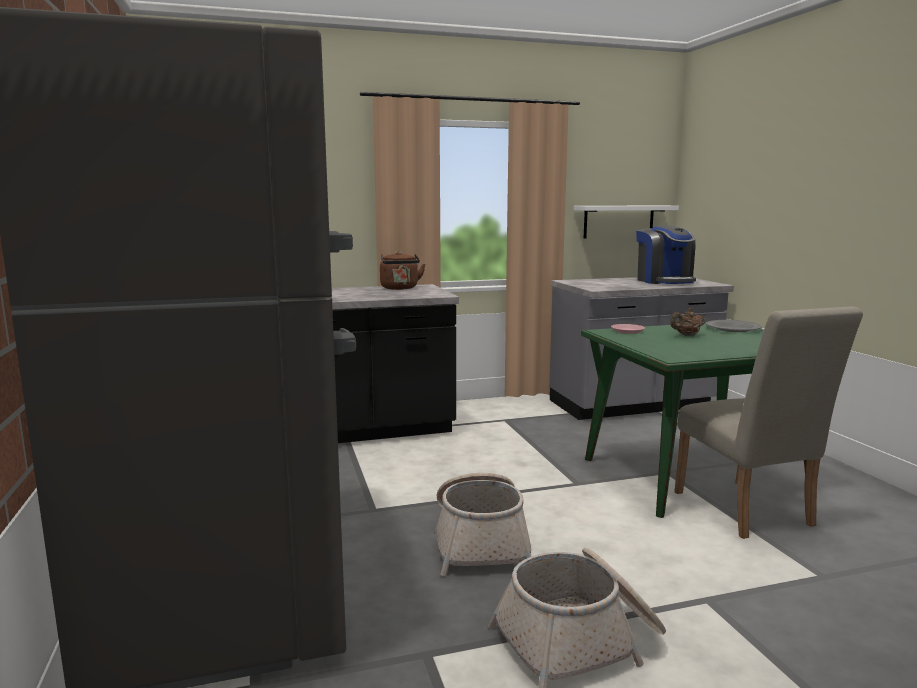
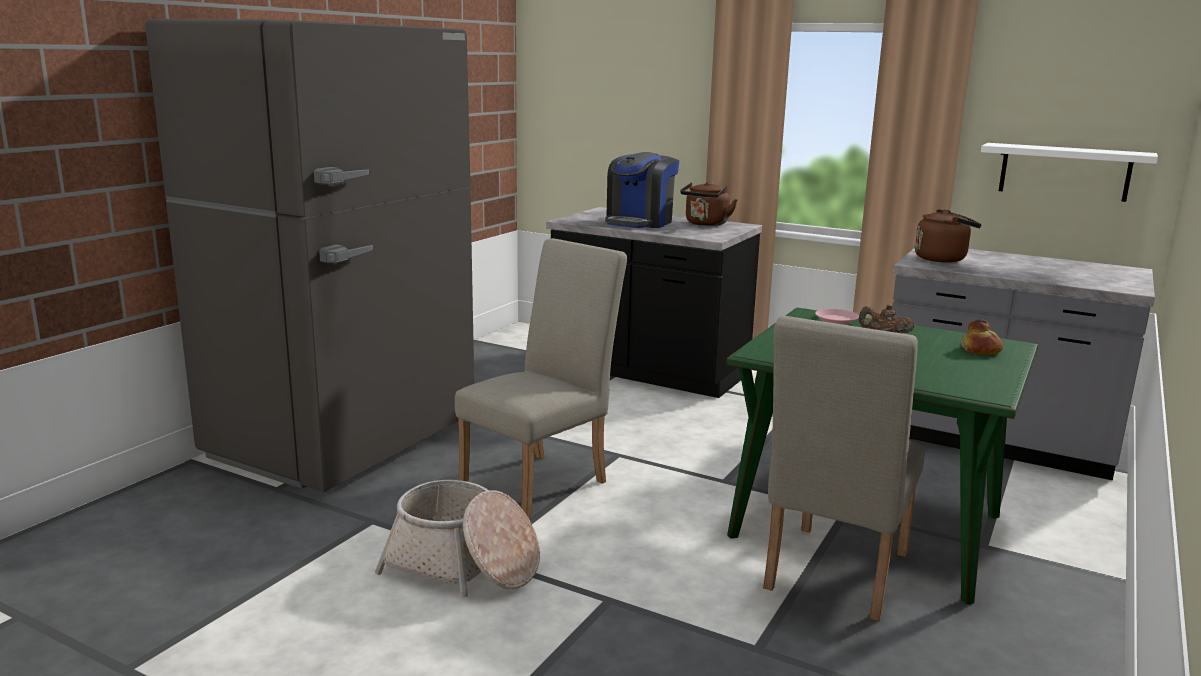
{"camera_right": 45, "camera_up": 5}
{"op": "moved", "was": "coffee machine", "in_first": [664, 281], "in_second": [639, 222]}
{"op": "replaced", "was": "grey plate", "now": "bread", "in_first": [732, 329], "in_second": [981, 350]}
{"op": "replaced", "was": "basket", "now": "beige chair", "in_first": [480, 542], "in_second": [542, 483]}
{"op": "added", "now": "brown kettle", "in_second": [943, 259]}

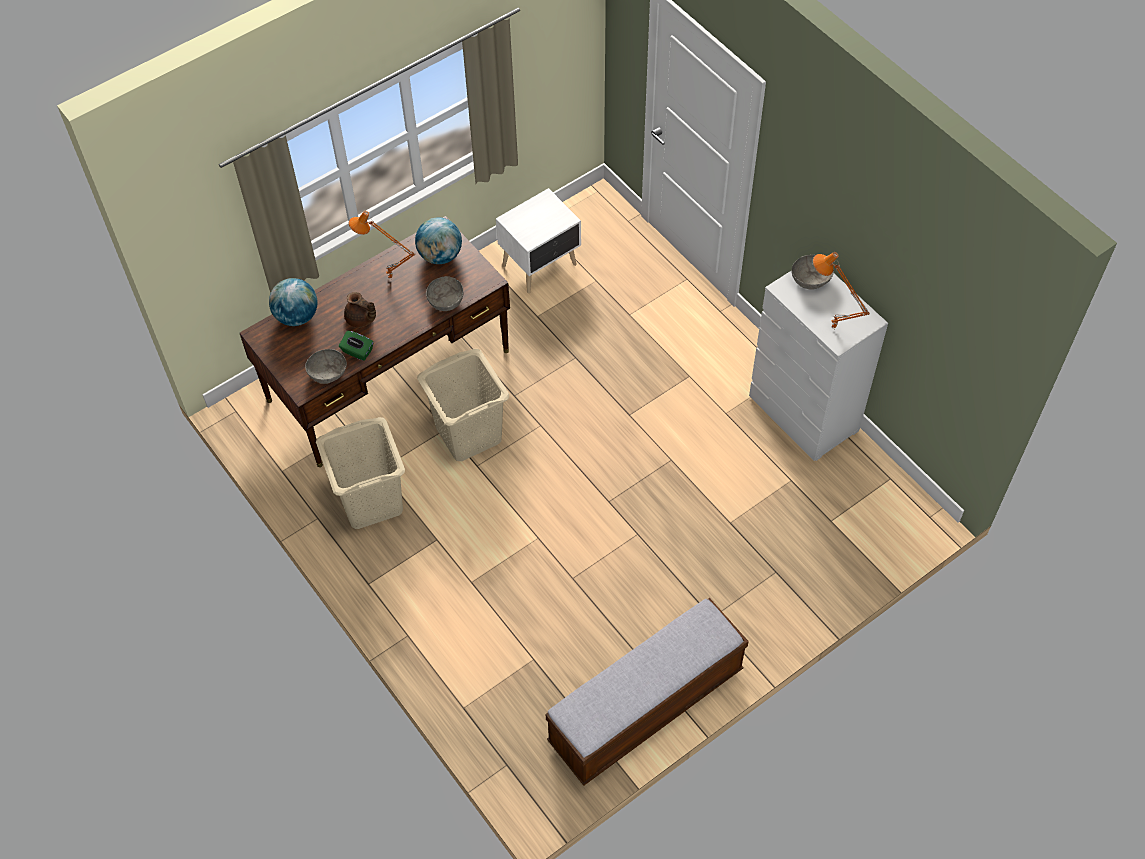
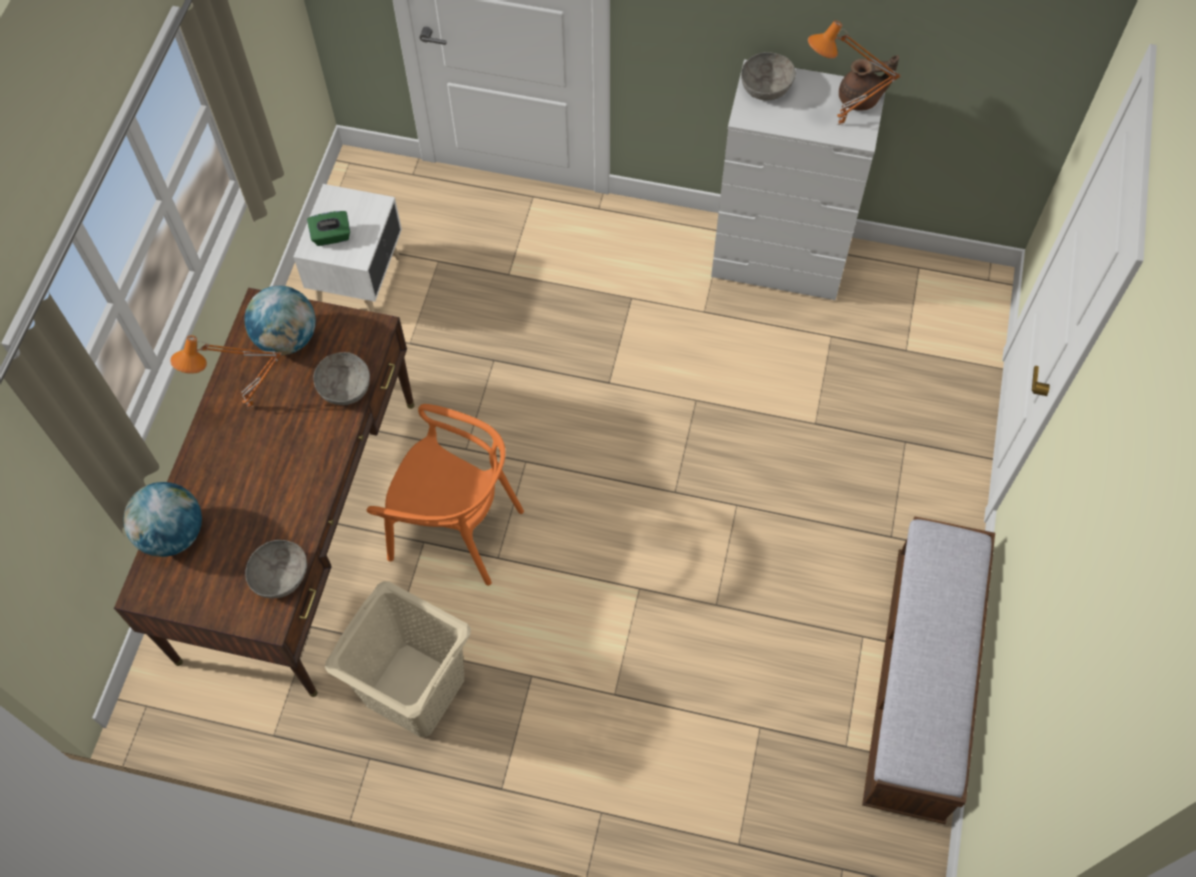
{"camera_right": -40, "camera_up": 5}
{"op": "moved", "was": "brown teapot", "in_first": [361, 319], "in_second": [861, 99]}
{"op": "moved", "was": "green tissue box", "in_first": [357, 352], "in_second": [331, 236]}
{"op": "replaced", "was": "beige laundry basket", "now": "orange chair", "in_first": [468, 434], "in_second": [456, 529]}

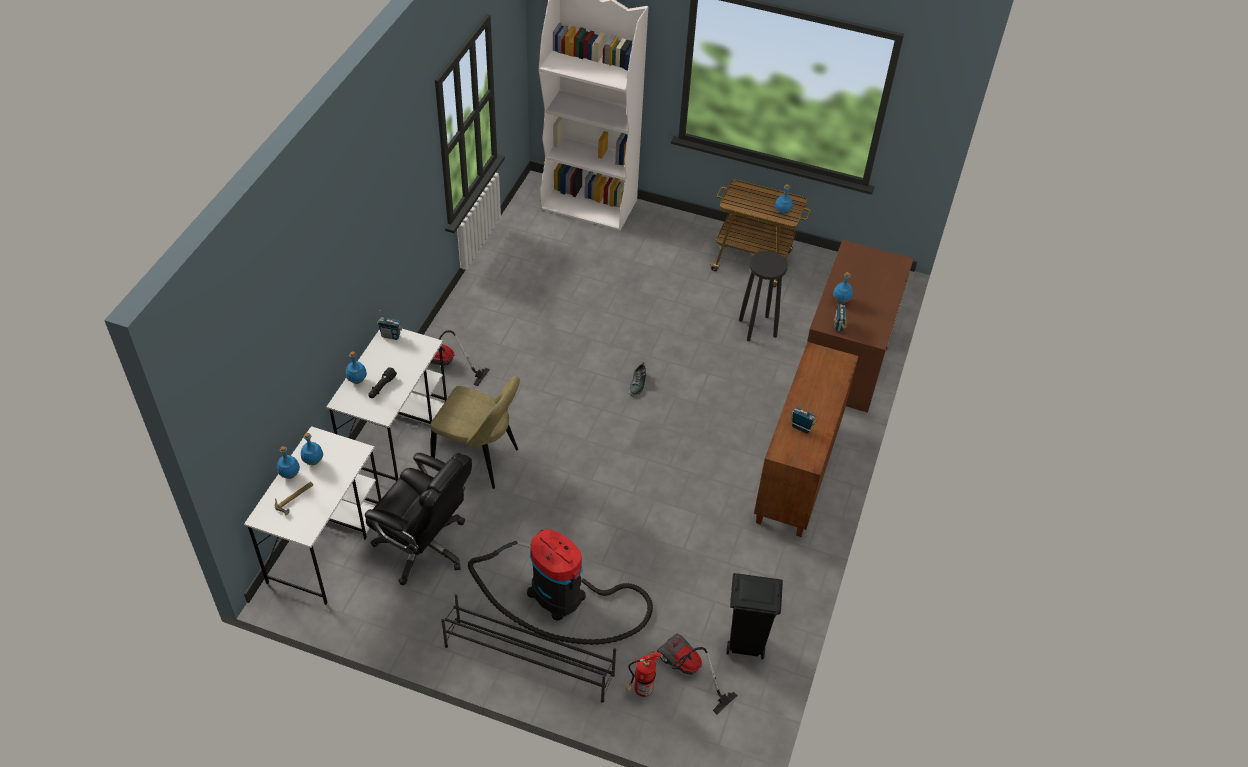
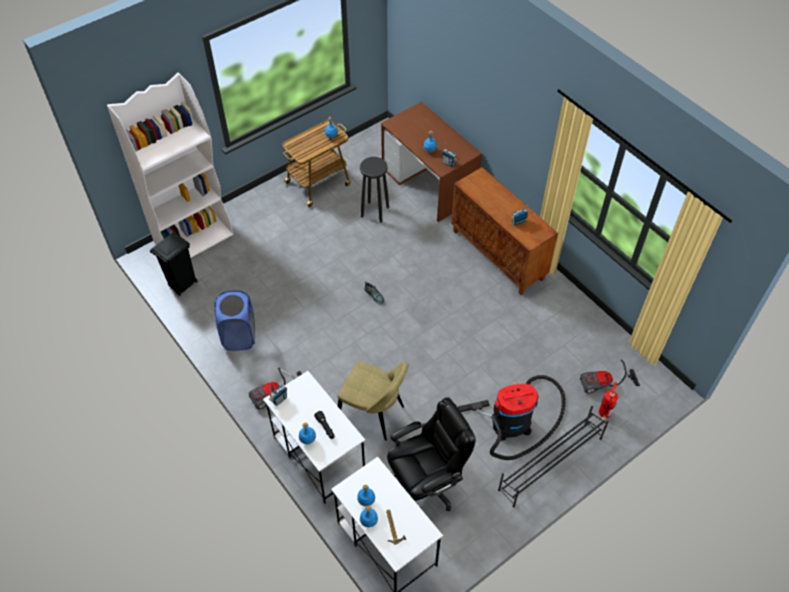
{"camera_right": -55, "camera_up": 5}
{"op": "turned", "was": "beige chair", "in_first": [479, 459], "in_second": [374, 414], "clockwise": 60}
{"op": "moved", "was": "black trash can", "in_first": [744, 644], "in_second": [182, 285]}
{"op": "added", "now": "blue laundry basket", "in_second": [239, 336]}

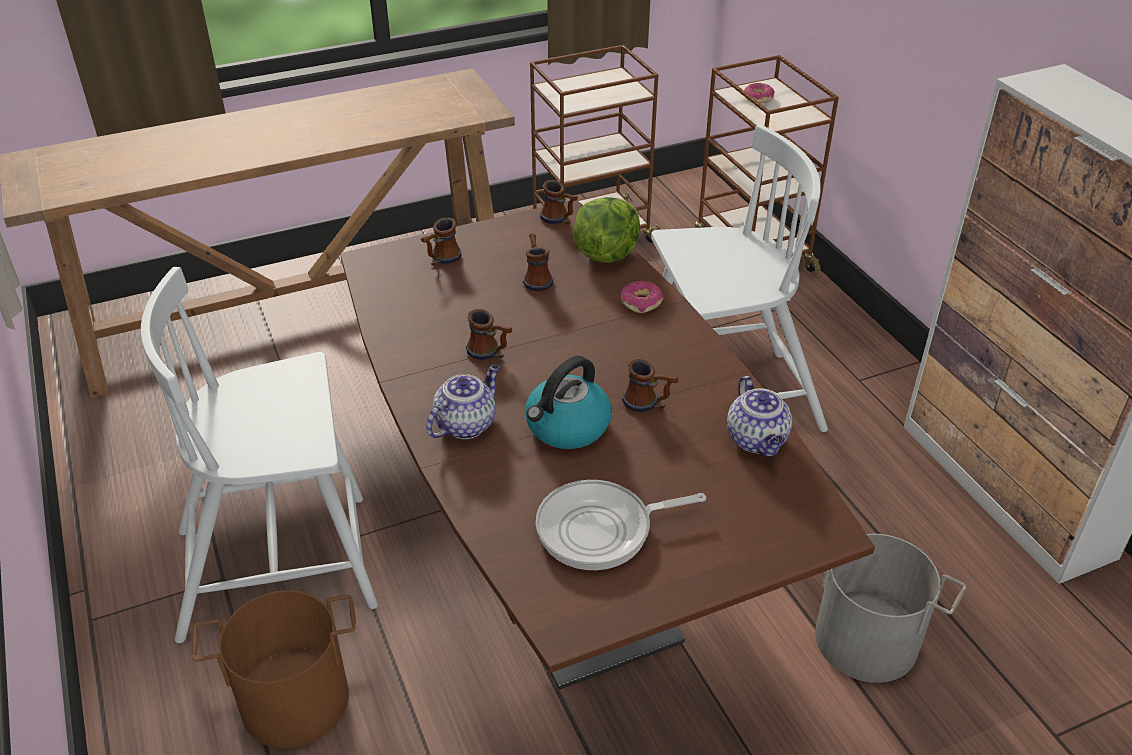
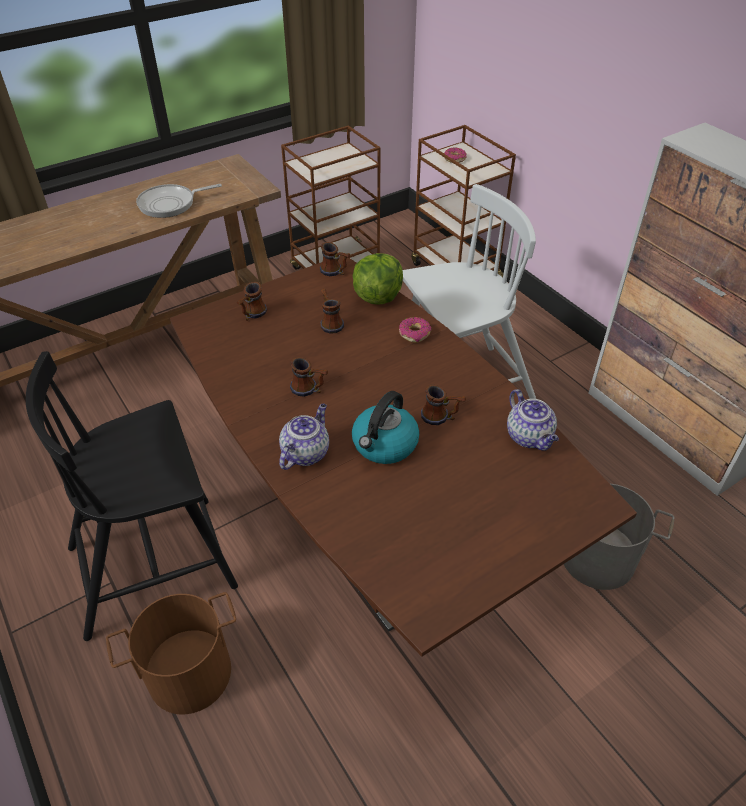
{"camera_right": -10, "camera_up": 5}
{"op": "recoloured", "was": "white chair", "now": "black chair", "in_first": [280, 565], "in_second": [155, 564]}
{"op": "moved", "was": "frying pan", "in_first": [601, 530], "in_second": [170, 204]}

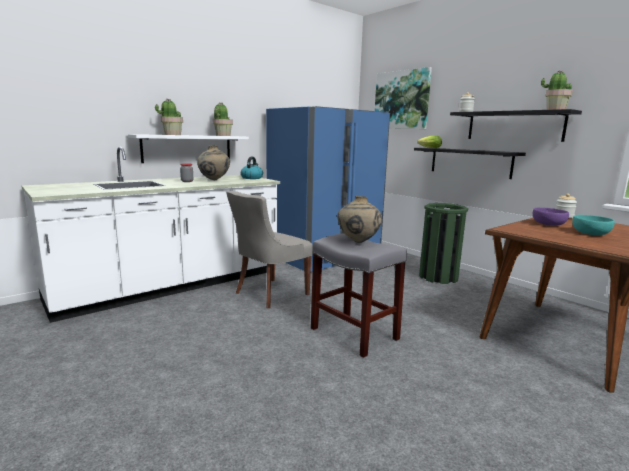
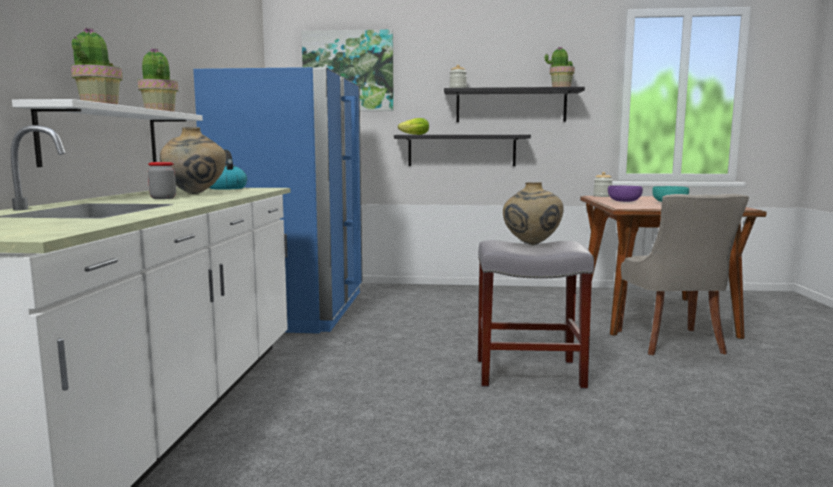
{"camera_right": -45, "camera_up": -5}
{"op": "moved", "was": "grey chair", "in_first": [269, 294], "in_second": [671, 342]}
{"op": "removed", "was": "green trash can", "in_first": [438, 277]}

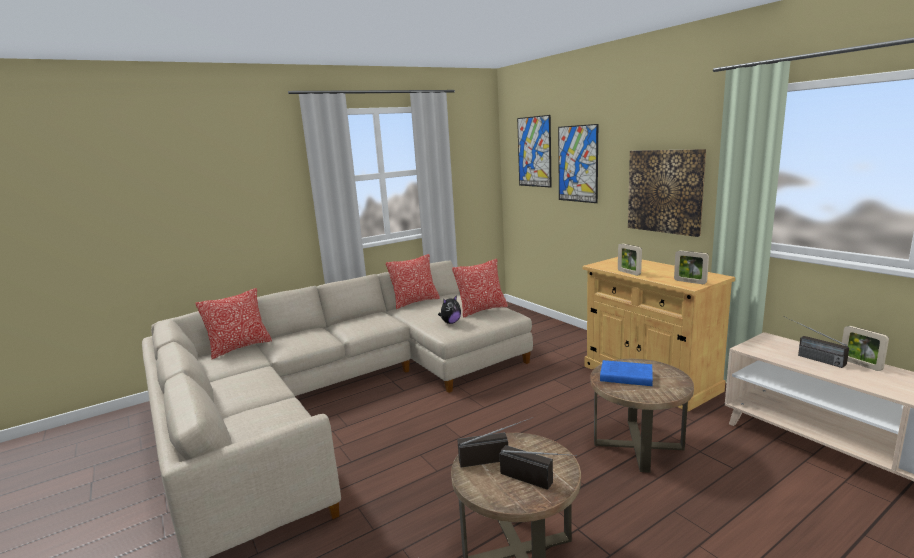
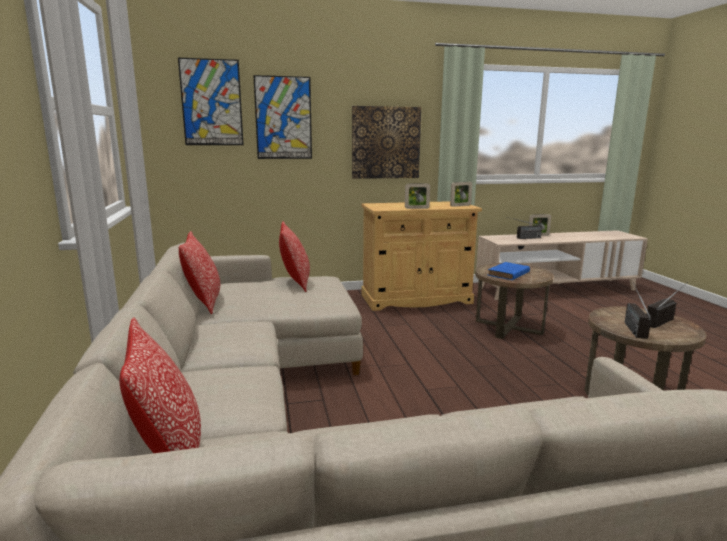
{"camera_right": -70, "camera_up": 0}
{"op": "removed", "was": "plush toy", "in_first": [450, 322]}

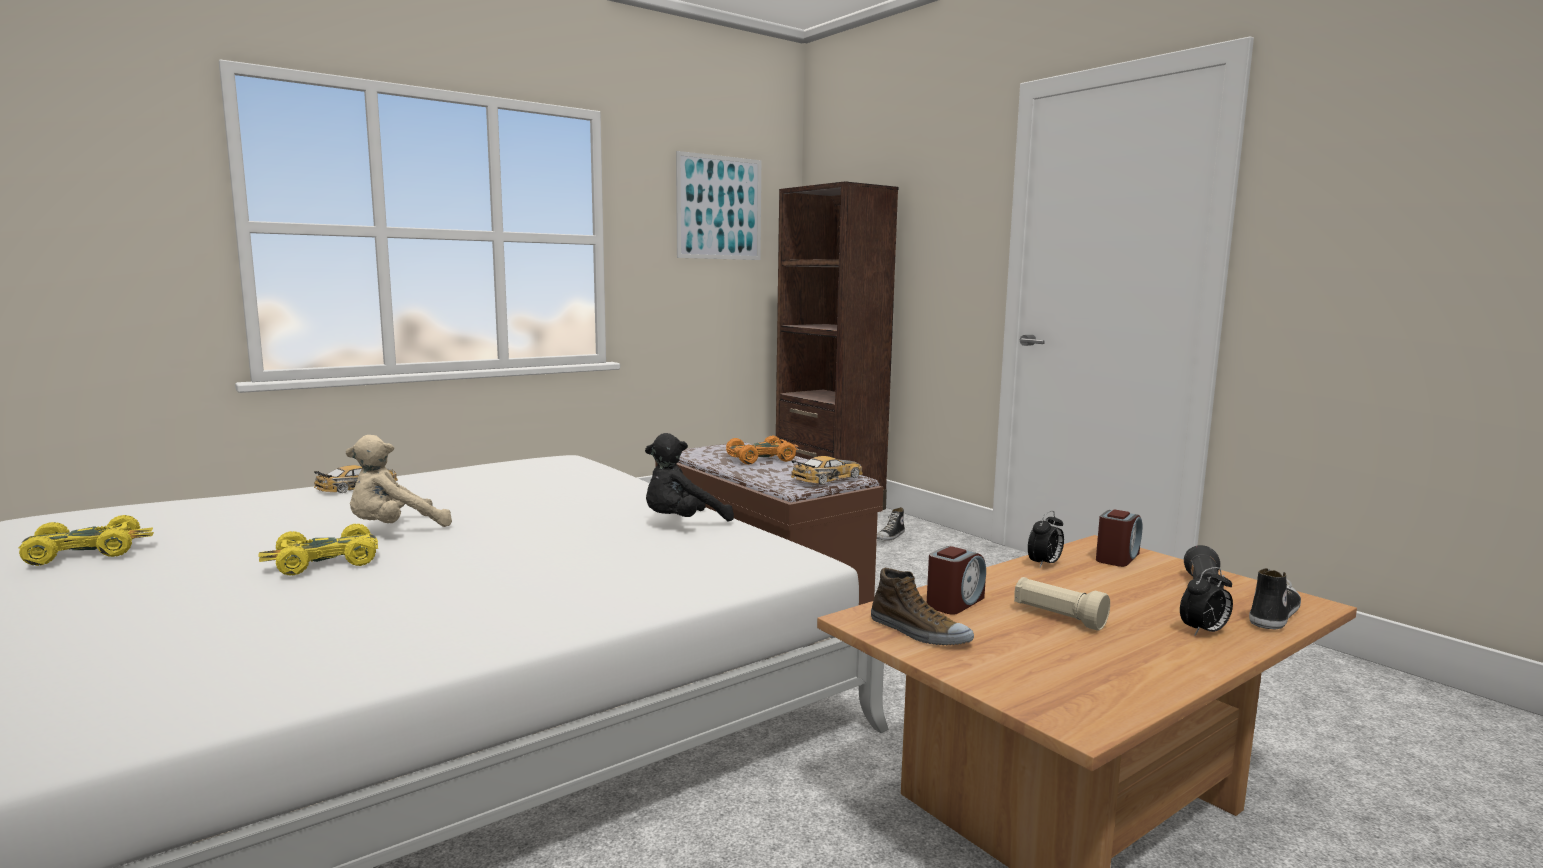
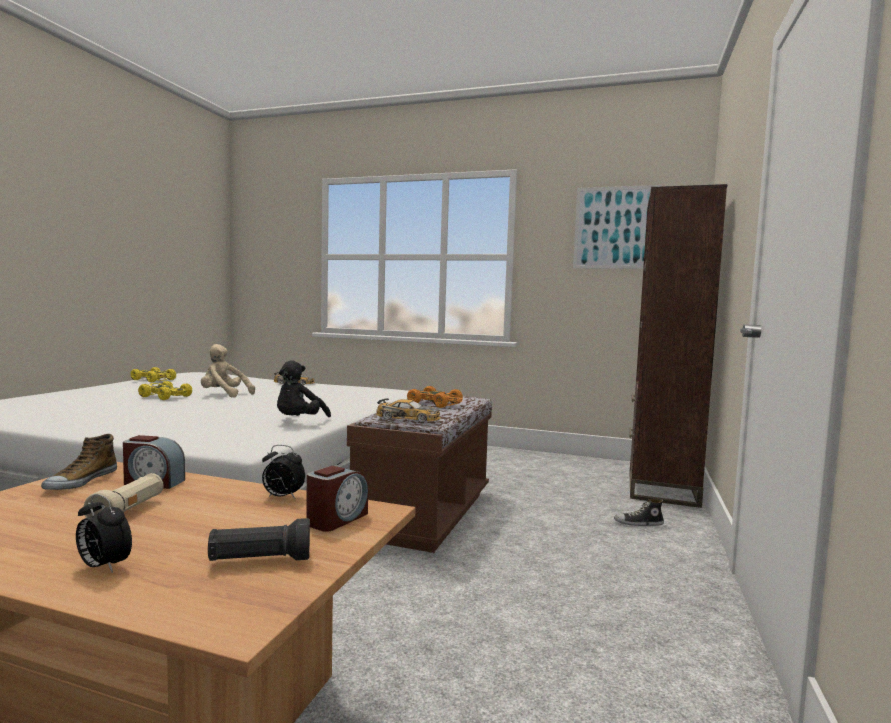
{"camera_right": 55, "camera_up": -5}
{"op": "turned", "was": "black plush toy", "in_first": [682, 523], "in_second": [298, 422], "clockwise": -90}
{"op": "turned", "was": "alarm clock", "in_first": [1117, 558], "in_second": [336, 519], "clockwise": -60}
{"op": "removed", "was": "shoe", "in_first": [1273, 614]}

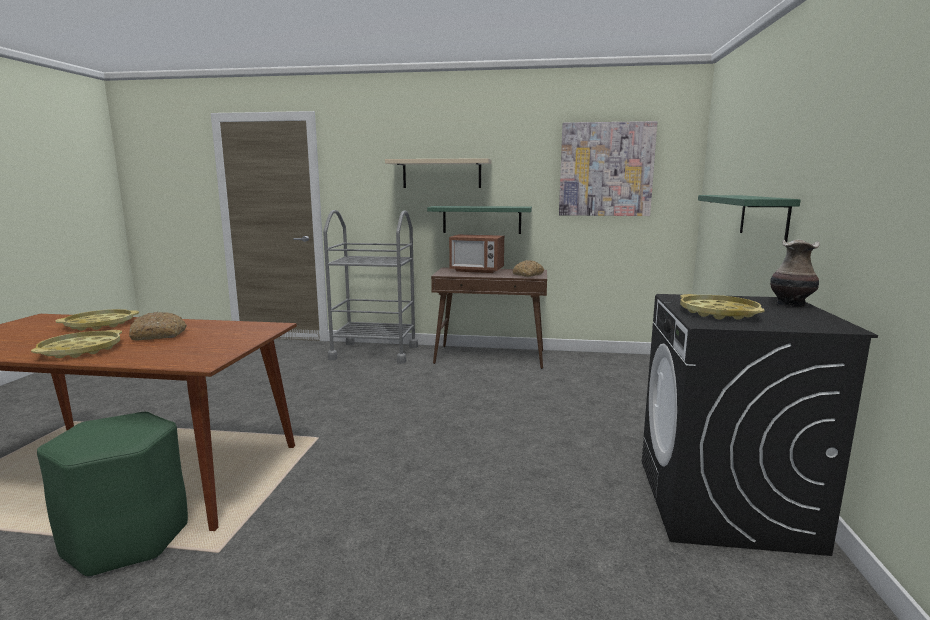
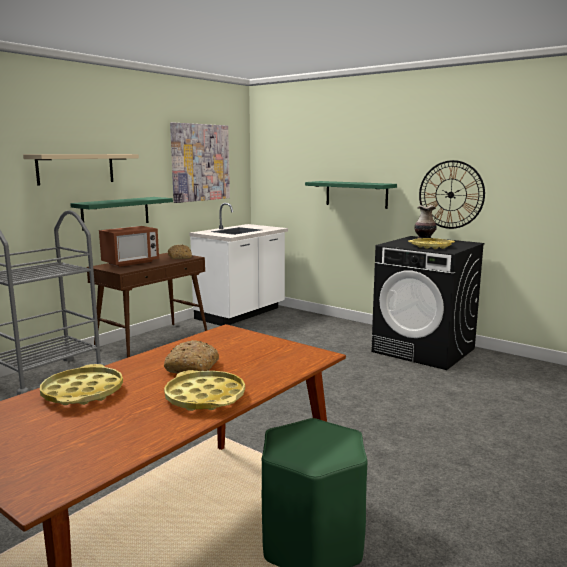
{"camera_right": -60, "camera_up": 0}
{"op": "added", "now": "wall clock", "in_second": [451, 194]}
{"op": "added", "now": "white counter", "in_second": [241, 314]}

